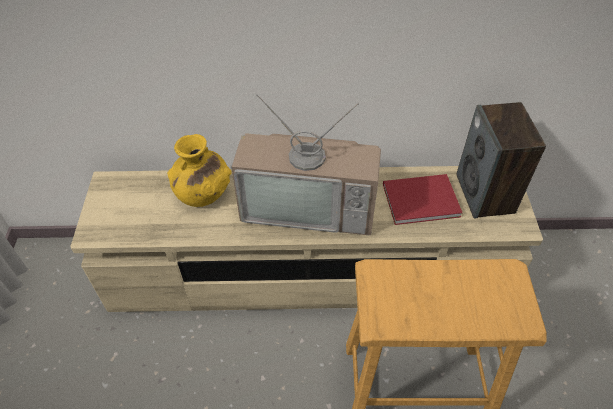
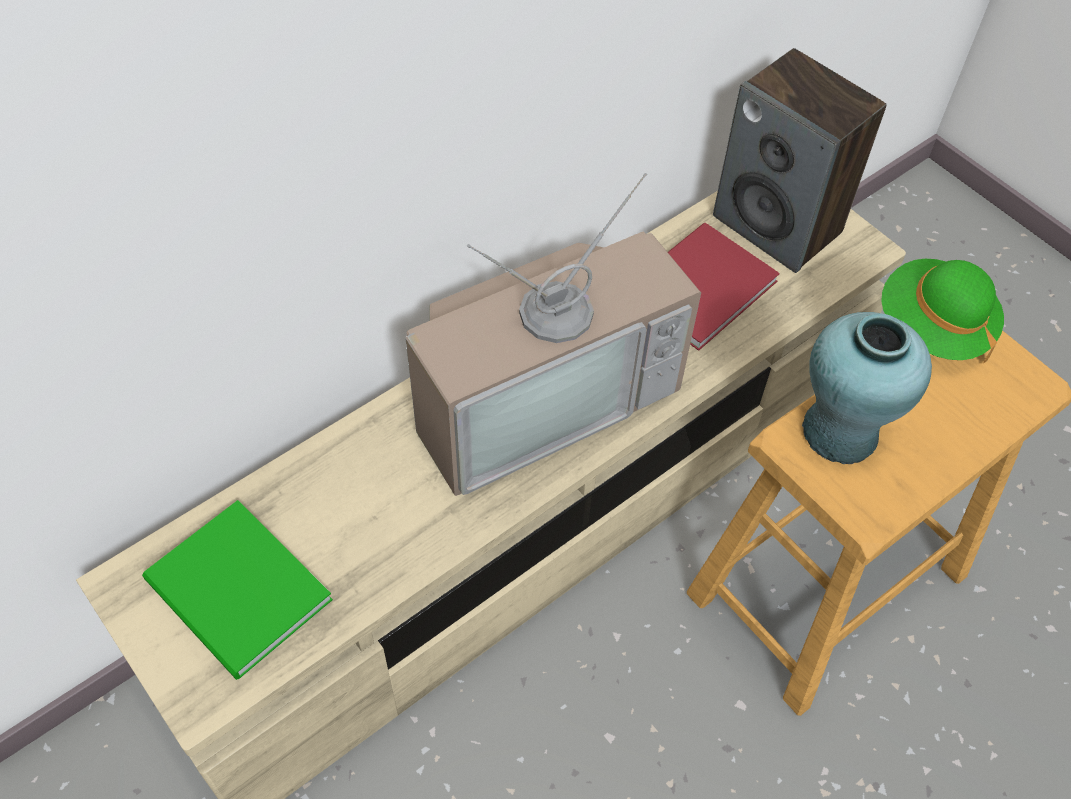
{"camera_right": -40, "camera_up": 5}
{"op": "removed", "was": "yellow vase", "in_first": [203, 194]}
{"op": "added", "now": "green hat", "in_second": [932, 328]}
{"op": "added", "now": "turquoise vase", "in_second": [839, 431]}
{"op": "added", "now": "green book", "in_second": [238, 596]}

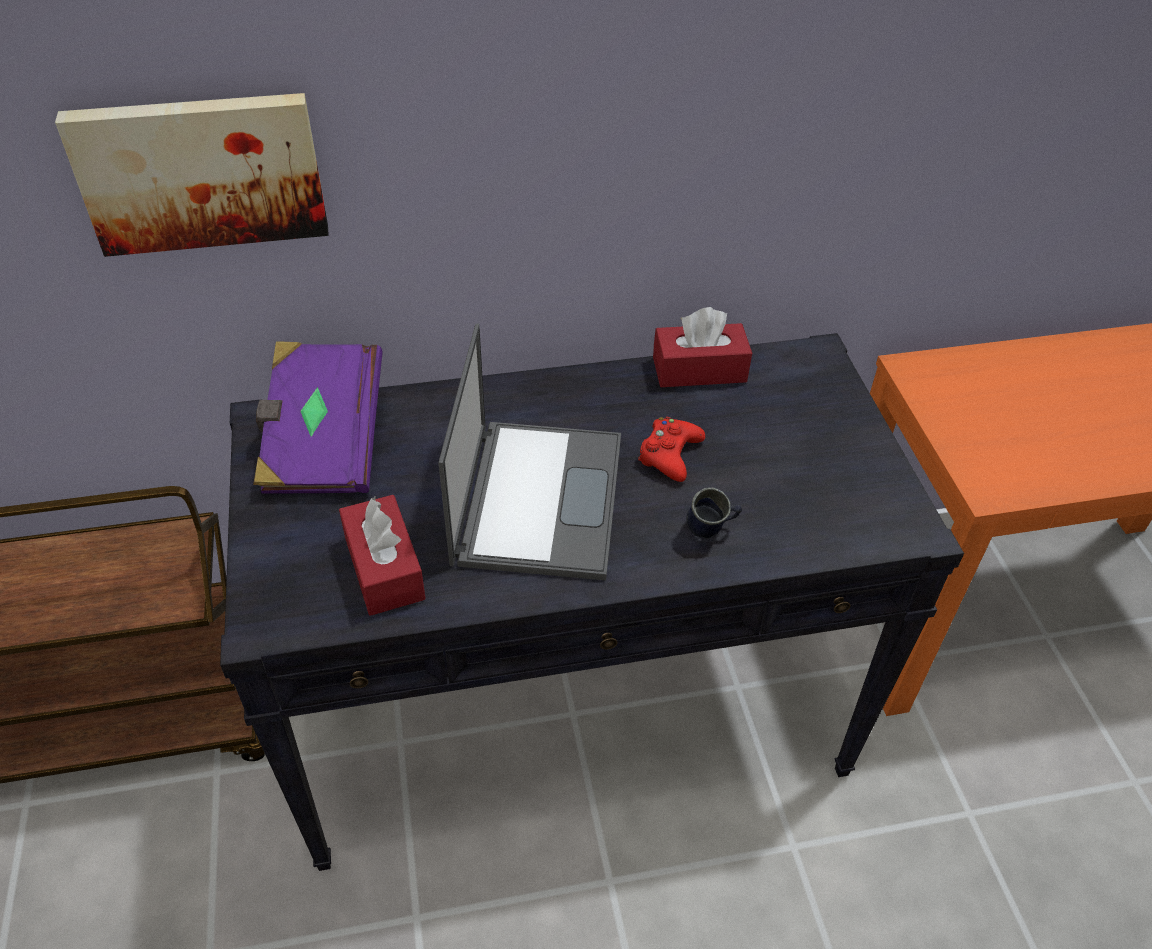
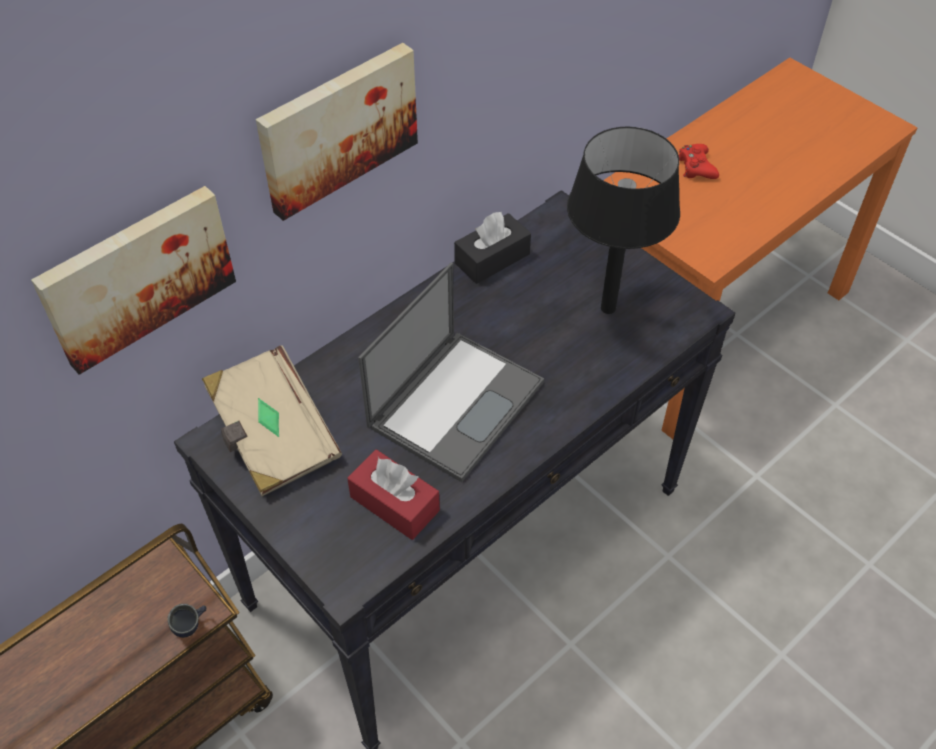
{"camera_right": -30, "camera_up": 5}
{"op": "recoloured", "was": "red tissue box", "now": "black tissue box", "in_first": [699, 370], "in_second": [492, 258]}
{"op": "turned", "was": "laptop", "in_first": [538, 497], "in_second": [456, 402], "clockwise": 60}
{"op": "recoloured", "was": "purple book", "now": "beige book", "in_first": [322, 442], "in_second": [273, 437]}
{"op": "moved", "was": "red game controller", "in_first": [669, 455], "in_second": [696, 167]}
{"op": "moved", "was": "blue mug", "in_first": [711, 531], "in_second": [192, 627]}
{"op": "added", "now": "picture", "in_second": [337, 128]}
{"op": "added", "now": "black table lamp", "in_second": [608, 309]}

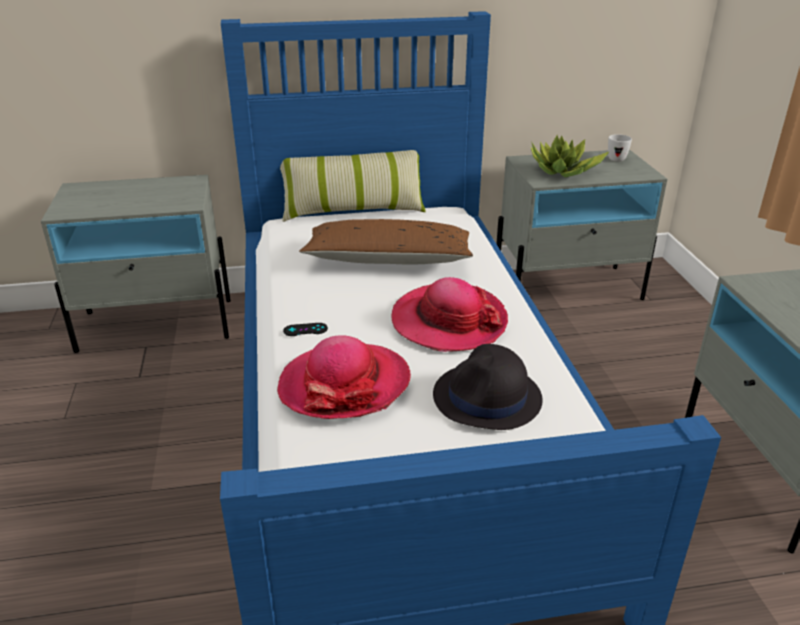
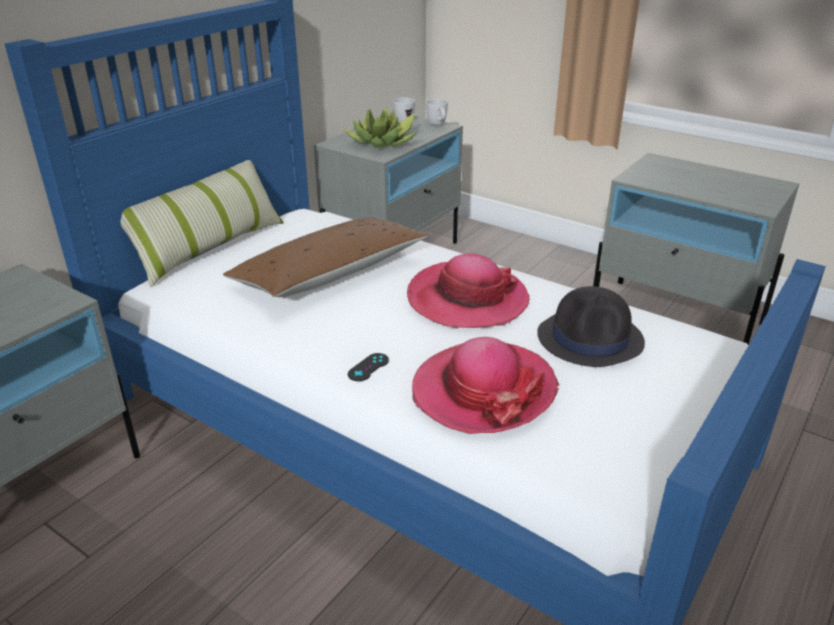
{"camera_right": -45, "camera_up": 0}
{"op": "added", "now": "white mug", "in_second": [438, 125]}

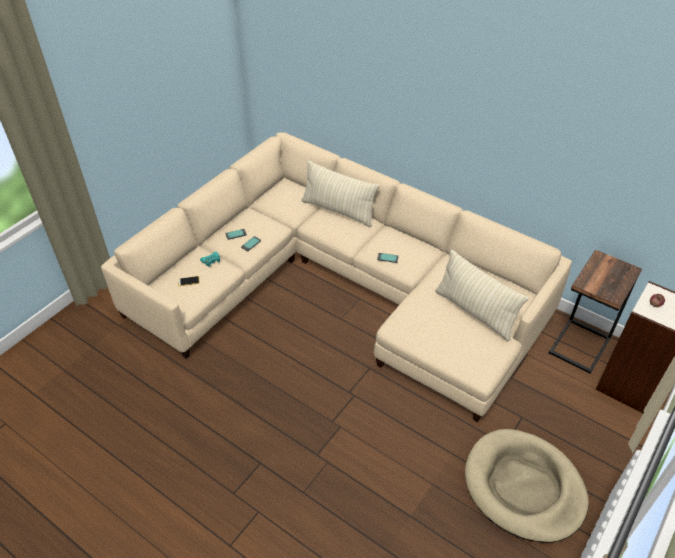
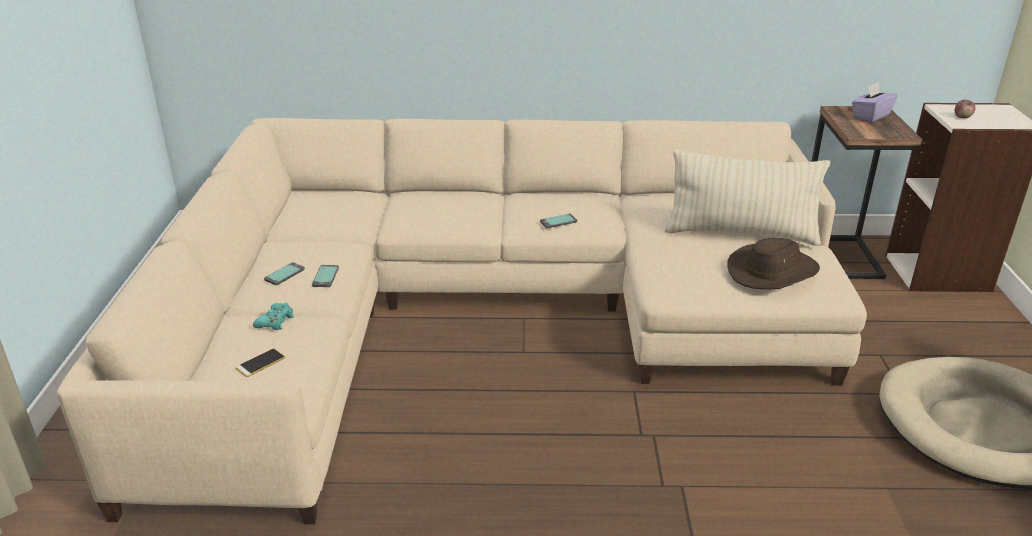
{"camera_right": -35, "camera_up": -15}
{"op": "removed", "was": "beige pillow", "in_first": [338, 210]}
{"op": "added", "now": "purple tissue box", "in_second": [870, 116]}
{"op": "added", "now": "brown hat", "in_second": [772, 272]}

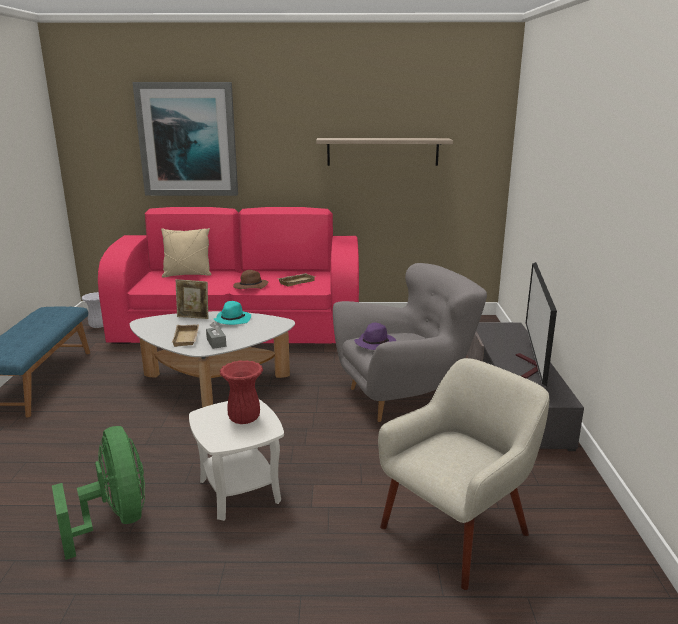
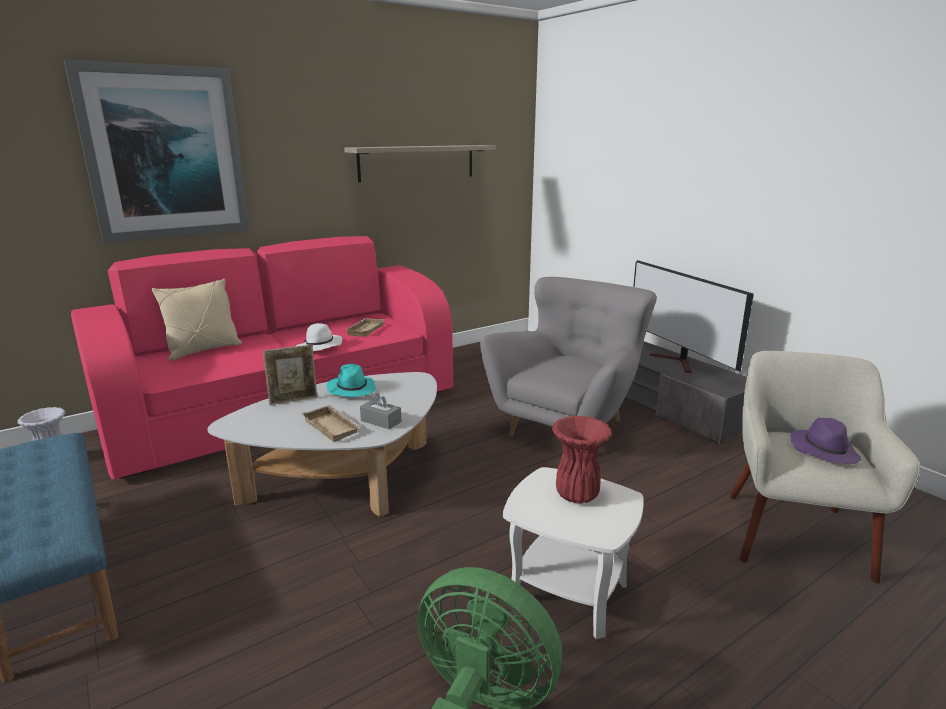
{"camera_right": -35, "camera_up": 0}
{"op": "recoloured", "was": "brown hat", "now": "white hat", "in_first": [250, 287], "in_second": [320, 346]}
{"op": "moved", "was": "purple hat", "in_first": [375, 343], "in_second": [823, 450]}

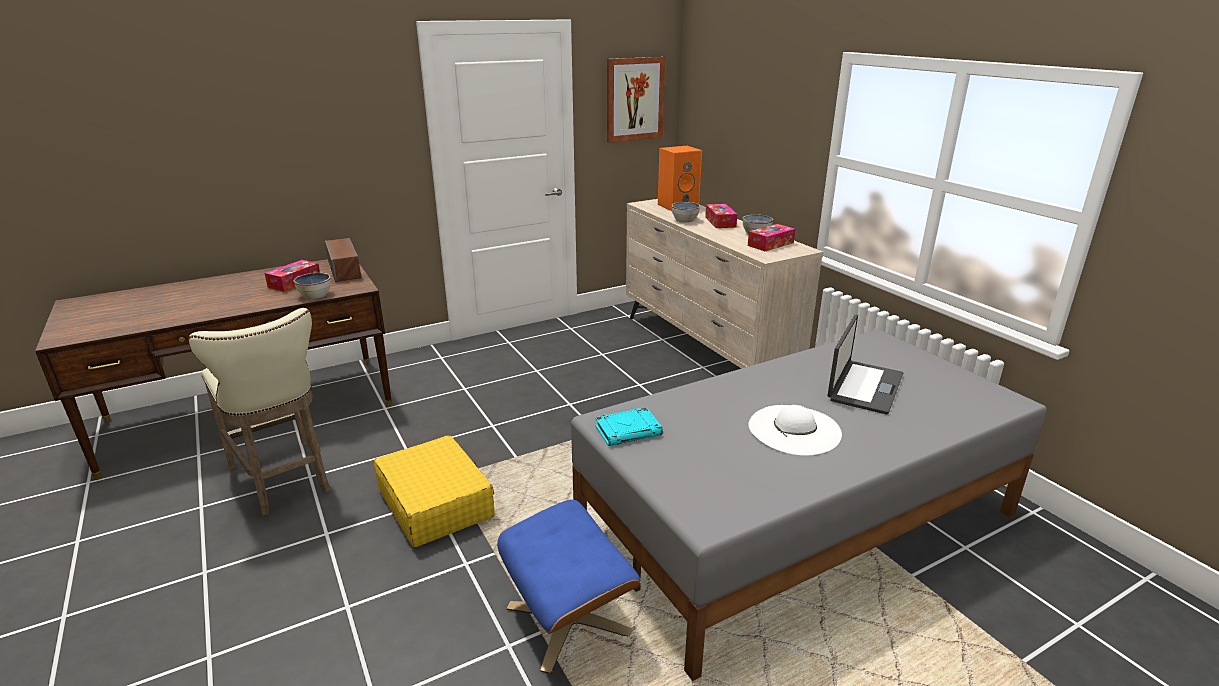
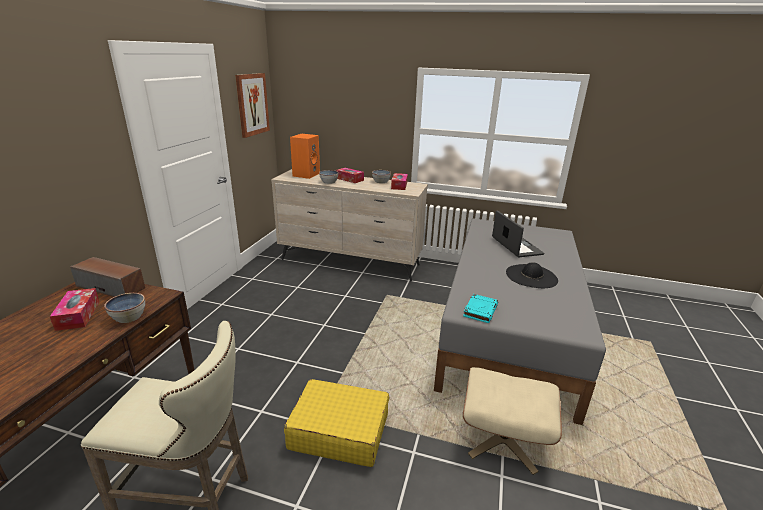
{"camera_right": -45, "camera_up": 0}
{"op": "recoloured", "was": "white hat", "now": "black hat", "in_first": [794, 429], "in_second": [531, 276]}
{"op": "recoloured", "was": "blue ottoman", "now": "beige ottoman", "in_first": [569, 619], "in_second": [503, 439]}

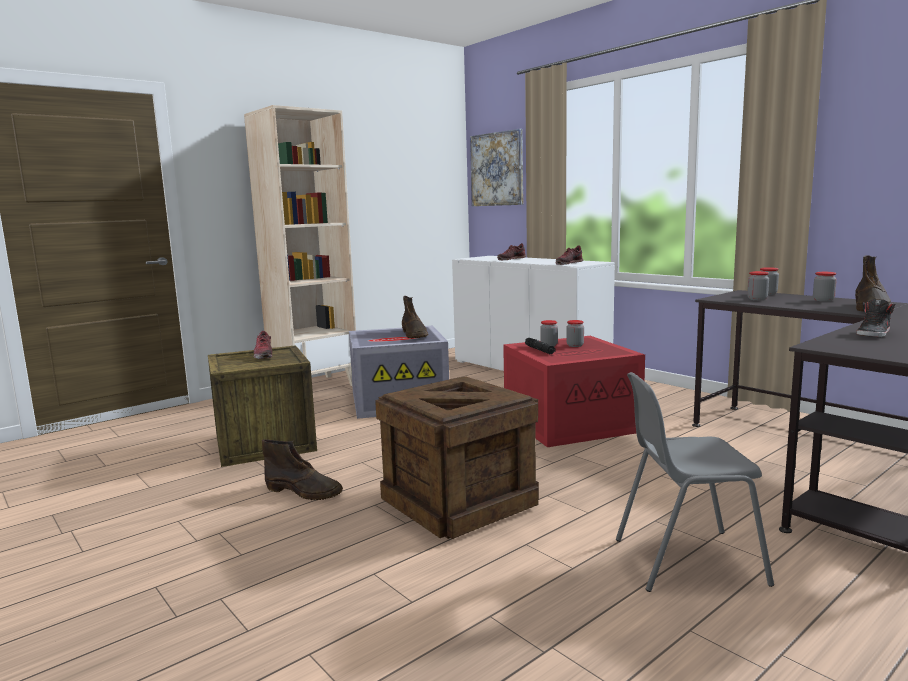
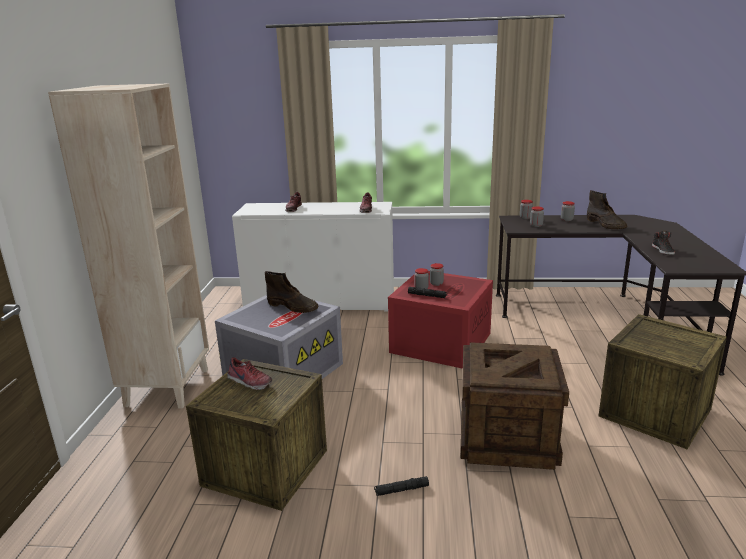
{"camera_right": -45, "camera_up": 10}
{"op": "removed", "was": "picture", "in_first": [497, 169]}
{"op": "replaced", "was": "grey chair", "now": "crate", "in_first": [686, 560], "in_second": [655, 412]}
{"op": "replaced", "was": "brown boot", "now": "black flashlight", "in_first": [304, 492], "in_second": [401, 490]}

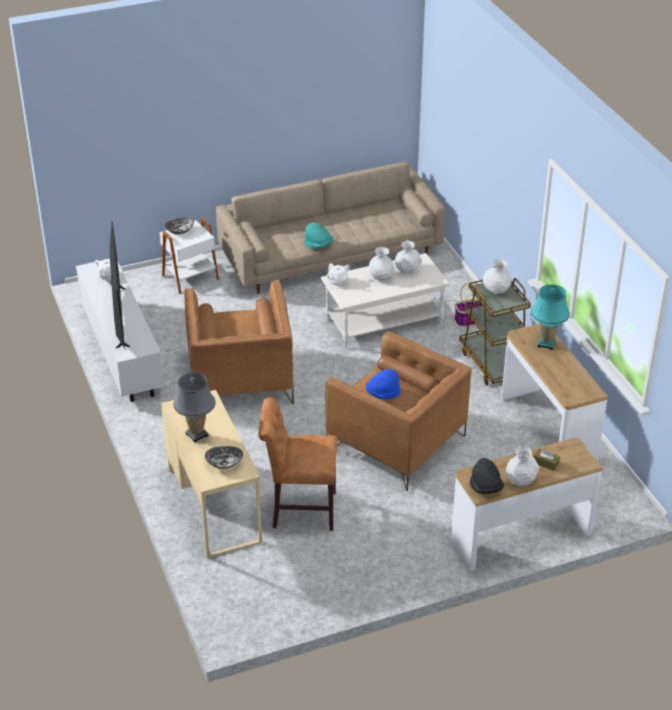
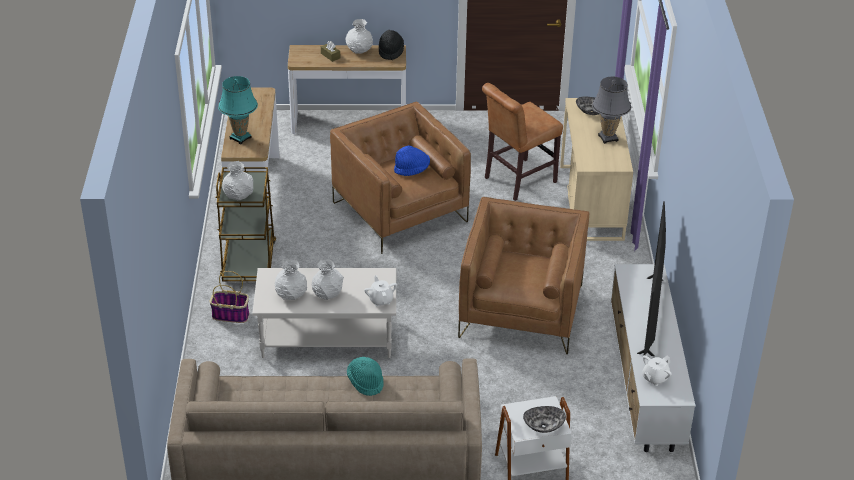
{"camera_right": -160, "camera_up": 0}
{"op": "turned", "was": "brown chair", "in_first": [300, 510], "in_second": [517, 181], "clockwise": 120}

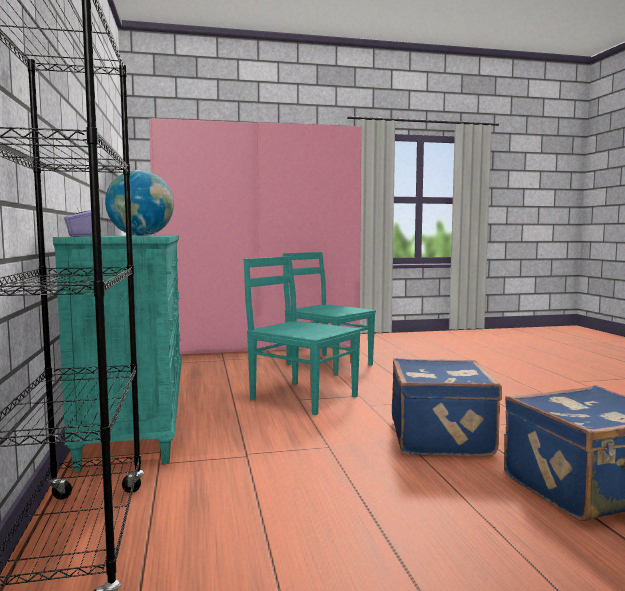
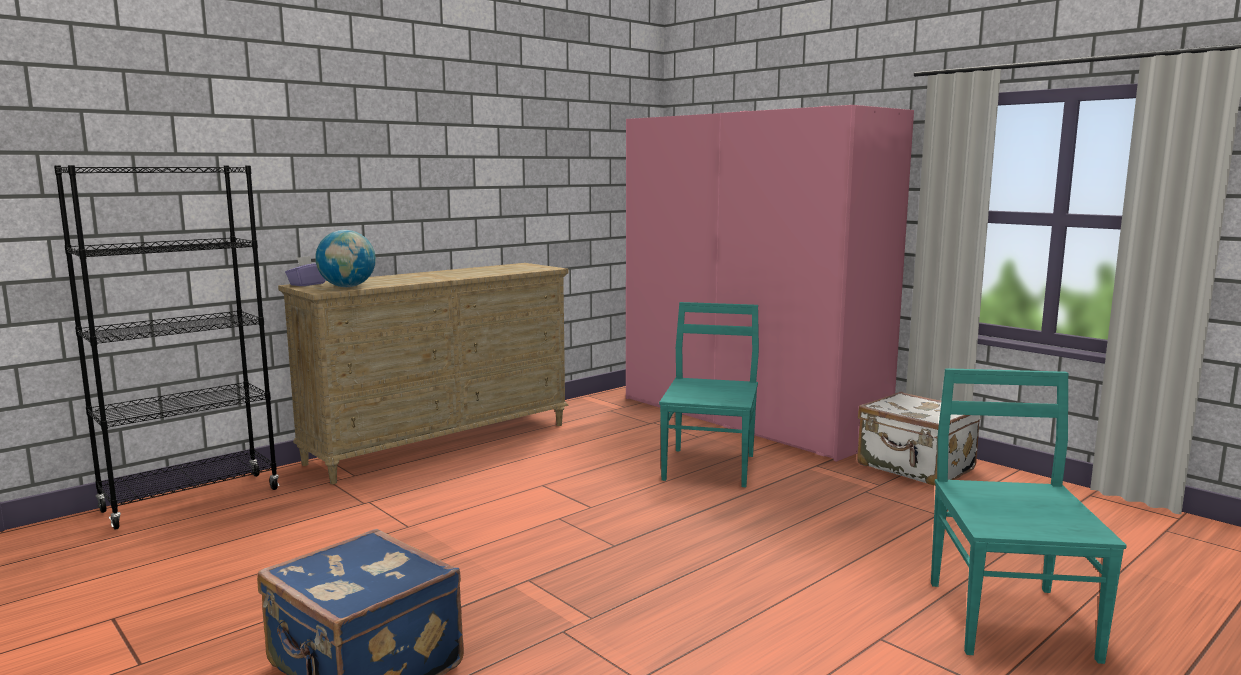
{"camera_right": 60, "camera_up": 5}
{"op": "recoloured", "was": "turquoise dresser", "now": "beige dresser", "in_first": [139, 412], "in_second": [442, 443]}
{"op": "moved", "was": "turquoise chair", "in_first": [302, 397], "in_second": [1009, 617]}
{"op": "removed", "was": "blue suitcase", "in_first": [442, 437]}
{"op": "added", "now": "white suitcase", "in_second": [915, 468]}

